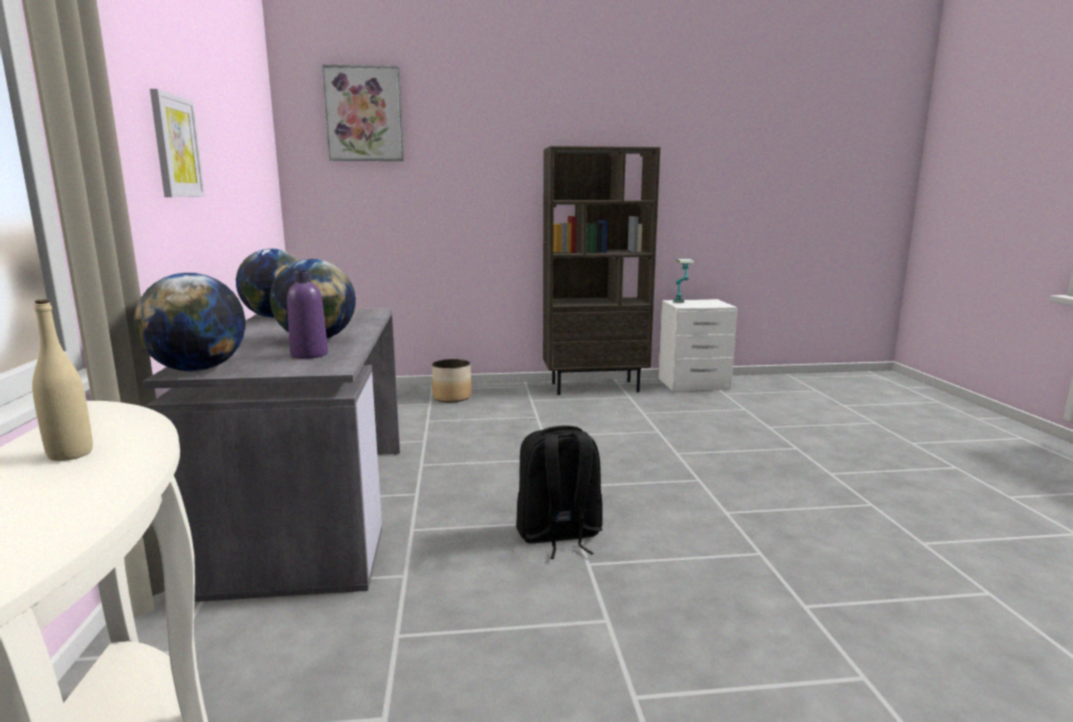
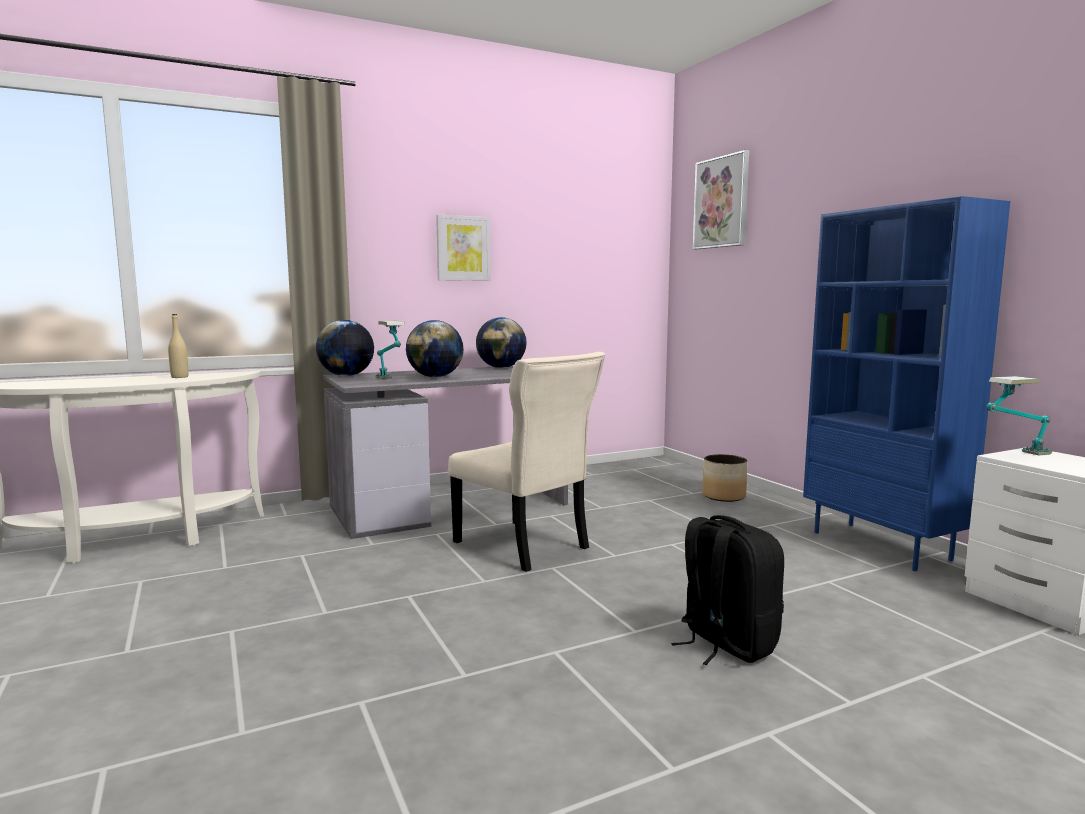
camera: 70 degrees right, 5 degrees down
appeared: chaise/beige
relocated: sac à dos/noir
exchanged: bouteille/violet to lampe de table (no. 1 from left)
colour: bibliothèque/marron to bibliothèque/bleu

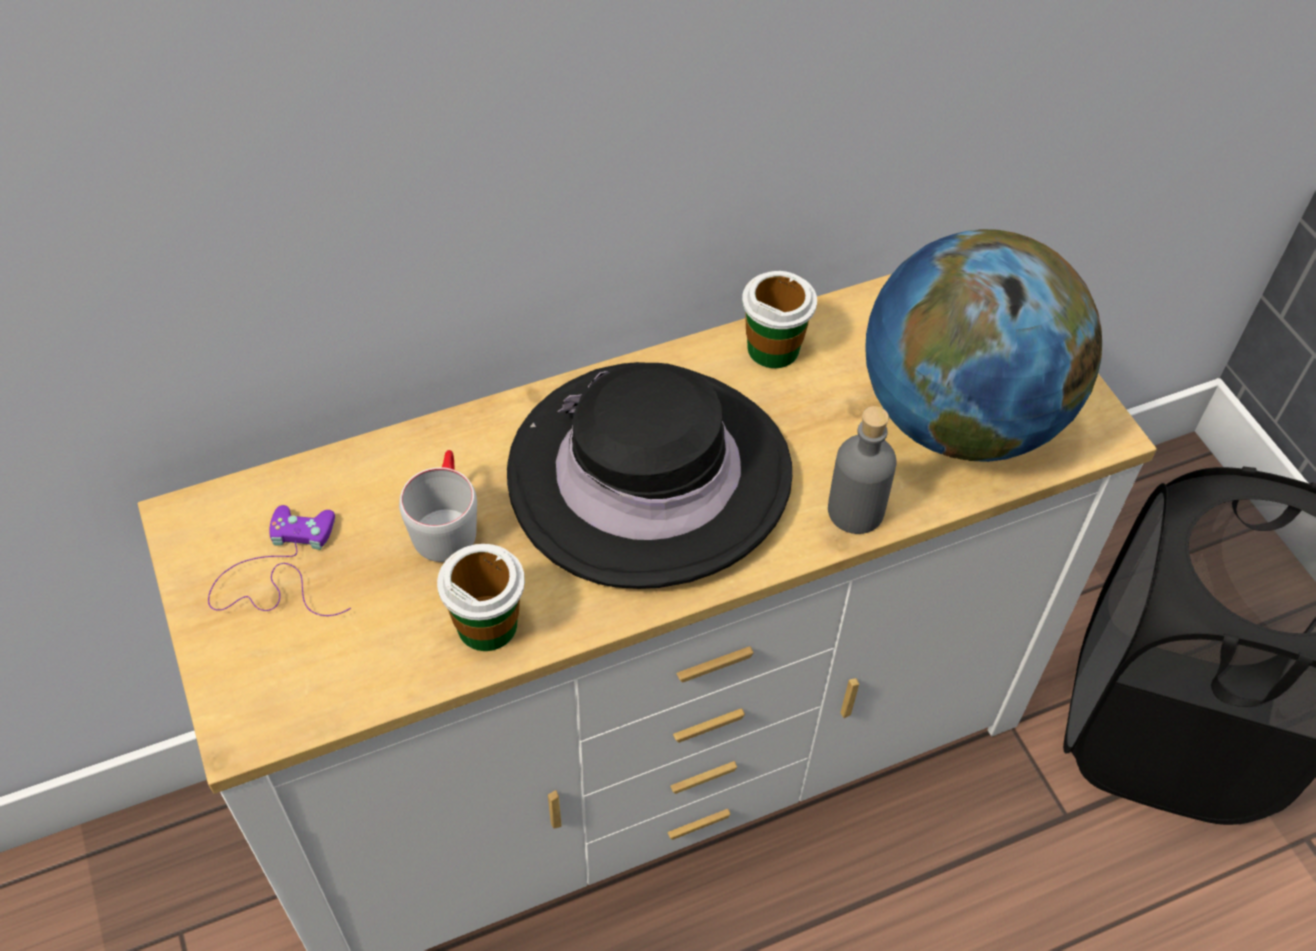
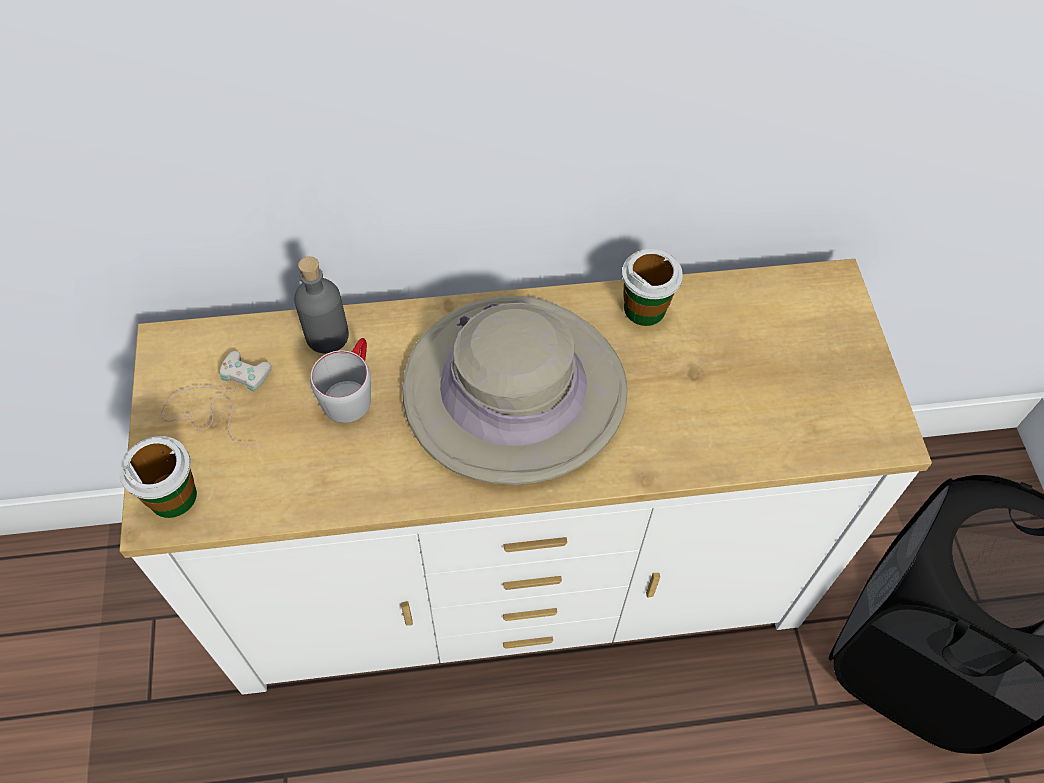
camera: 15 degrees right, 5 degrees up
missing: globe
relocated: bouteille/gris; tasse (no. 1 from left)
colour: chapeau/noir to chapeau/beige; manette/violet to manette/blanc

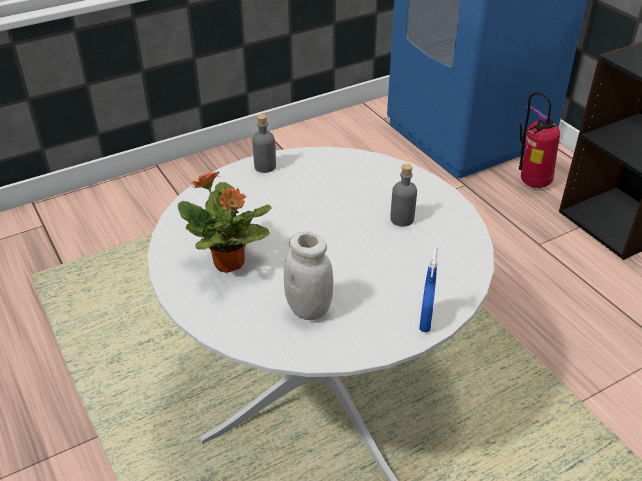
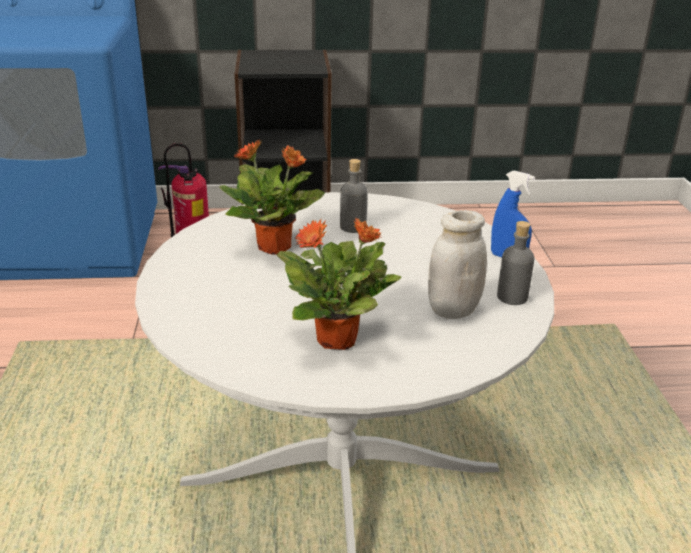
camera: 65 degrees left, 10 degrees down
appeared: plante en pot (no. 1 from left)
relocated: bouteille/gris (no. 1 from left in the first image) to bouteille/gris (no. 2 from left)

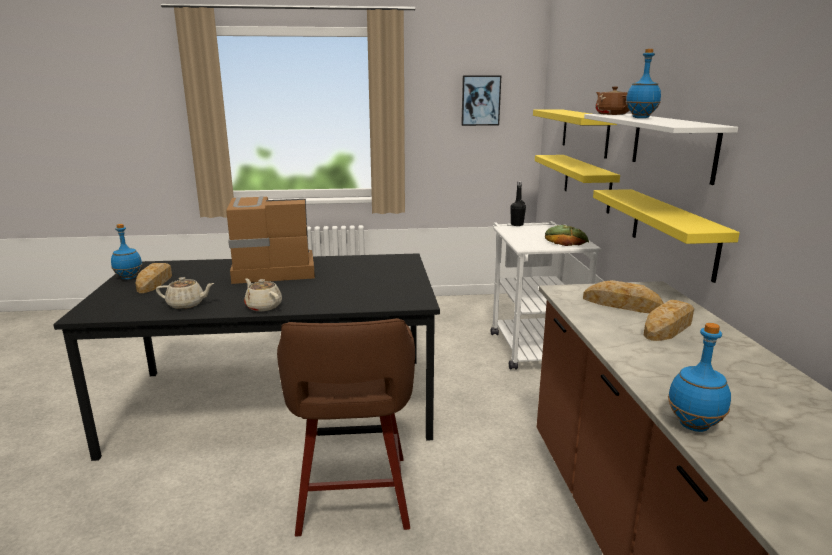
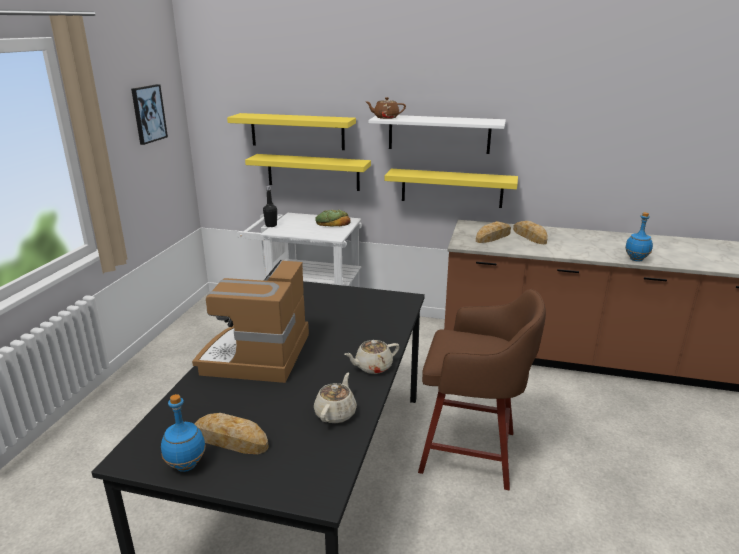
camera: 70 degrees left, 5 degrees up
missing: bouteille/bleu (no. 2 from left)

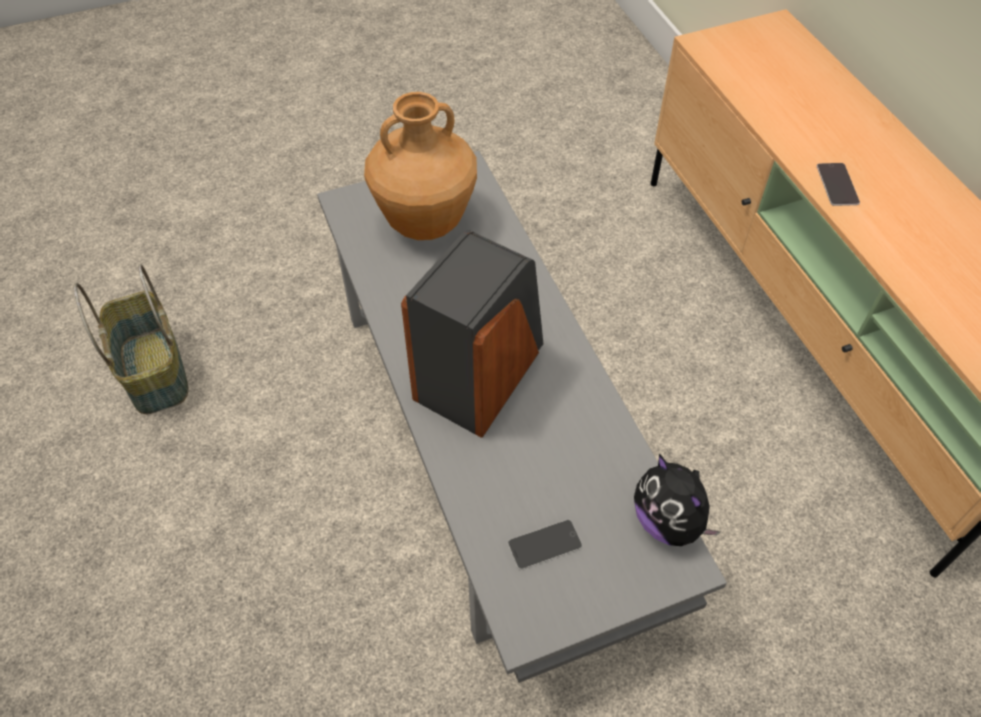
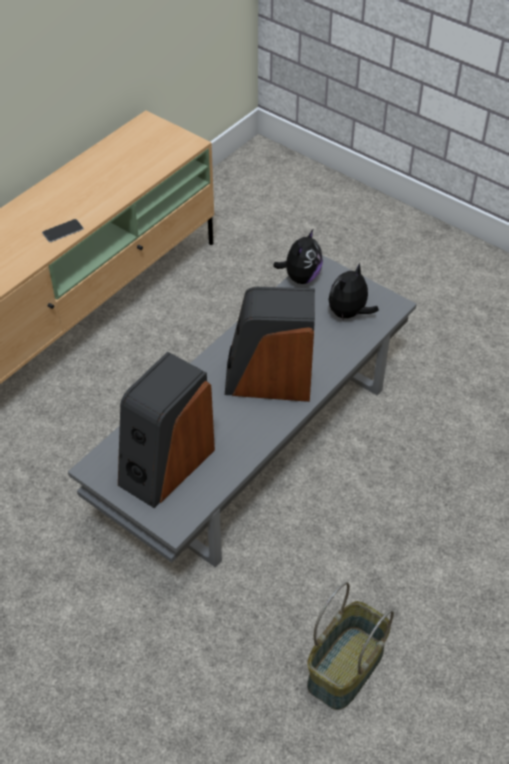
camera: 120 degrees left, 5 degrees down
exchanged: vase/marron to enceinte (no. 1 from left); téléphone (no. 1 from left) to peluche (no. 2 from left)

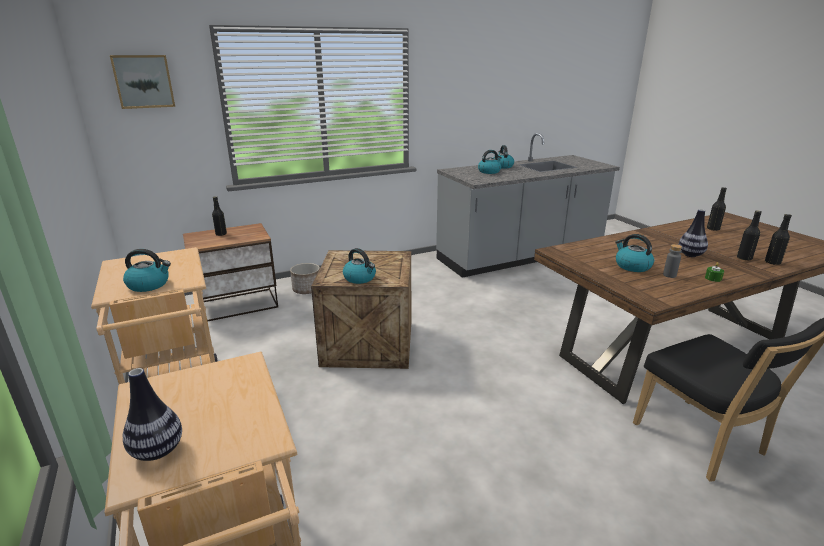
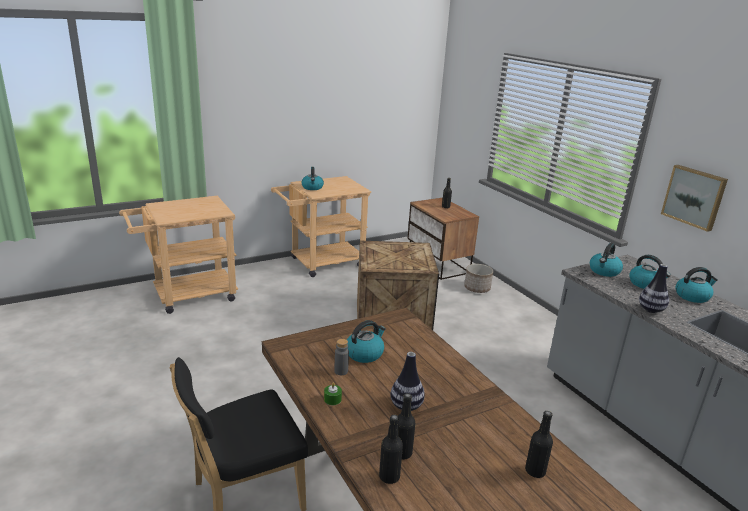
camera: 85 degrees right, 0 degrees up
relocated: tableau; bouilloire (no. 2 from left in the first image) to bouilloire (no. 3 from left); vase (no. 1 from left in the first image) to vase (no. 2 from left)

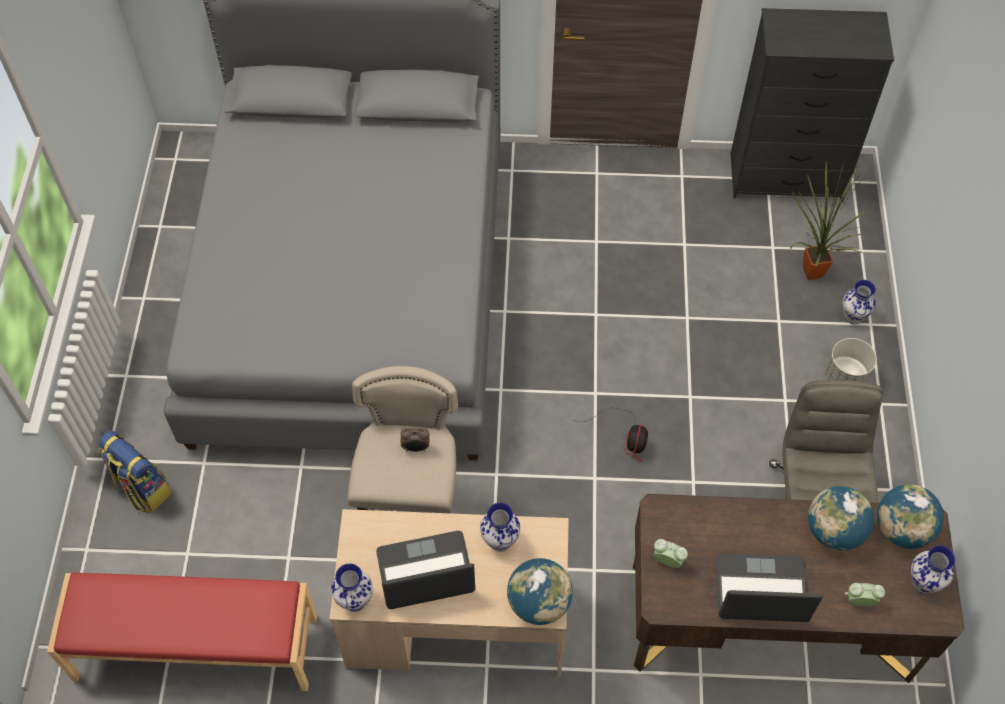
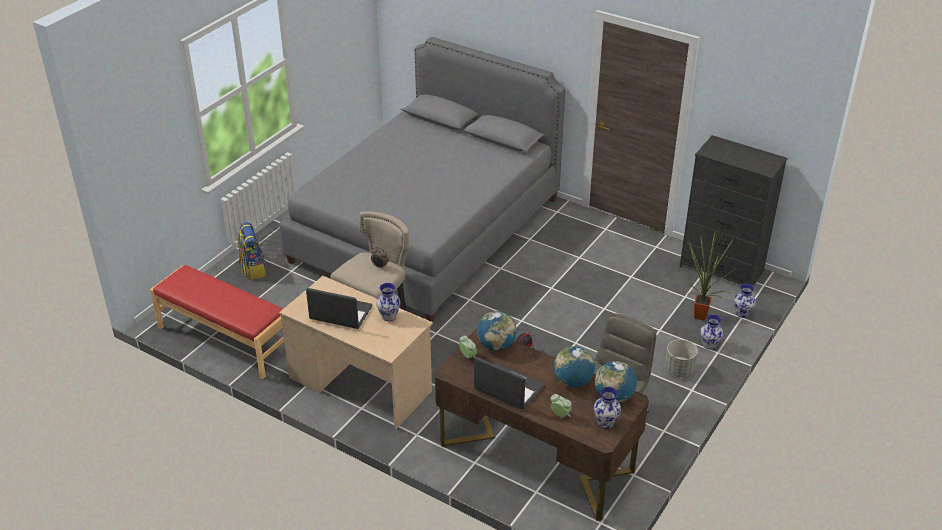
camera: 30 degrees right, 20 degrees down
relocated: globe (no. 1 from left); vase (no. 1 from left in the first image) to vase (no. 4 from left)

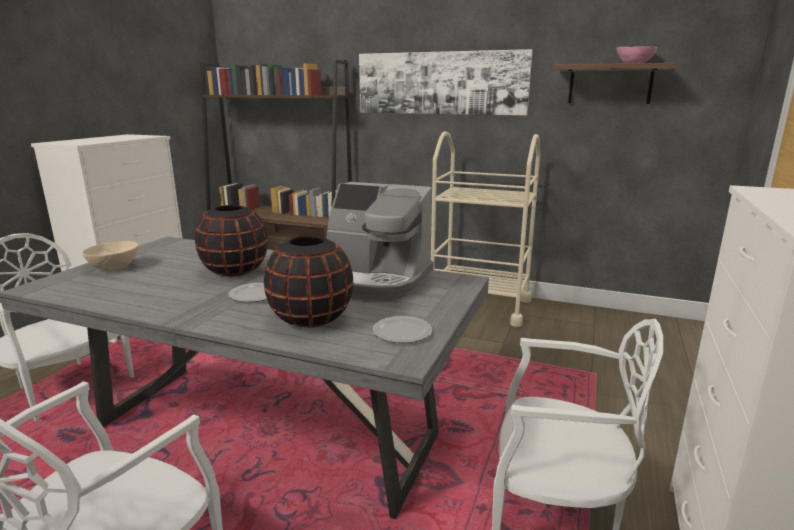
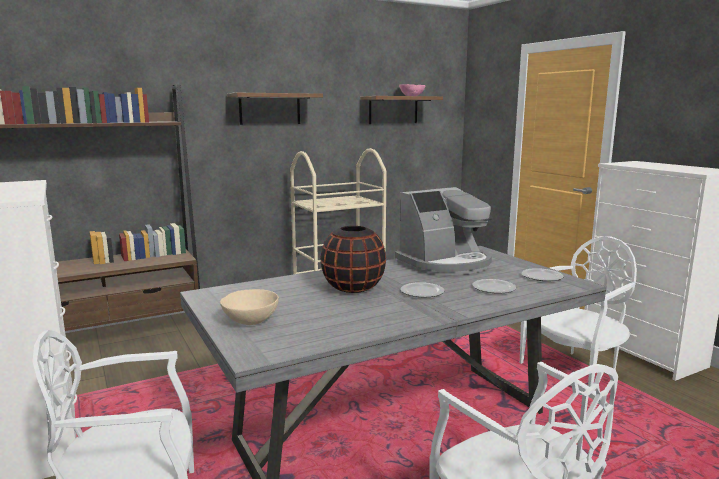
camera: 50 degrees left, 5 degrees down
exchanged: tableau to étagère (no. 1 from left); vase/noir (no. 2 from left) to assiette (no. 2 from left)

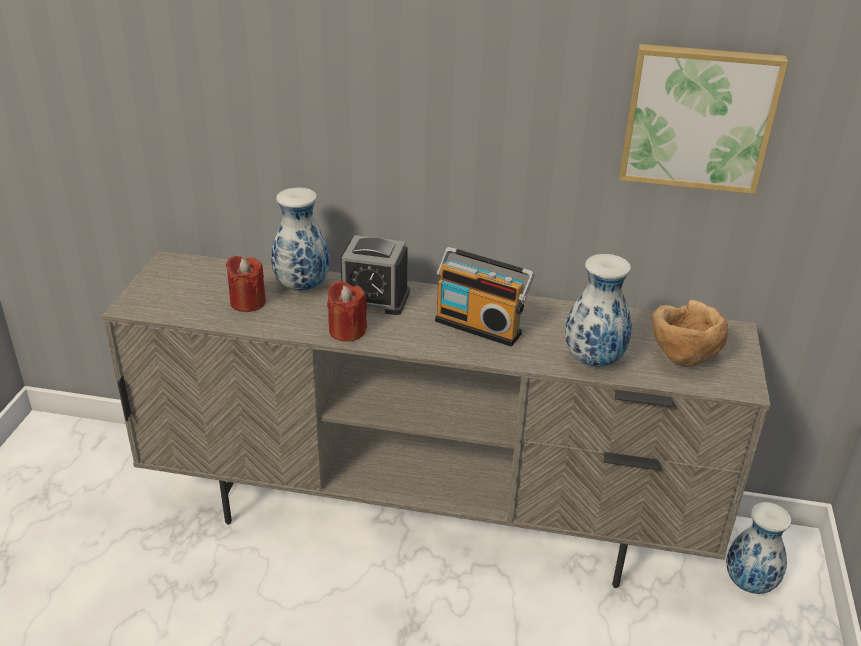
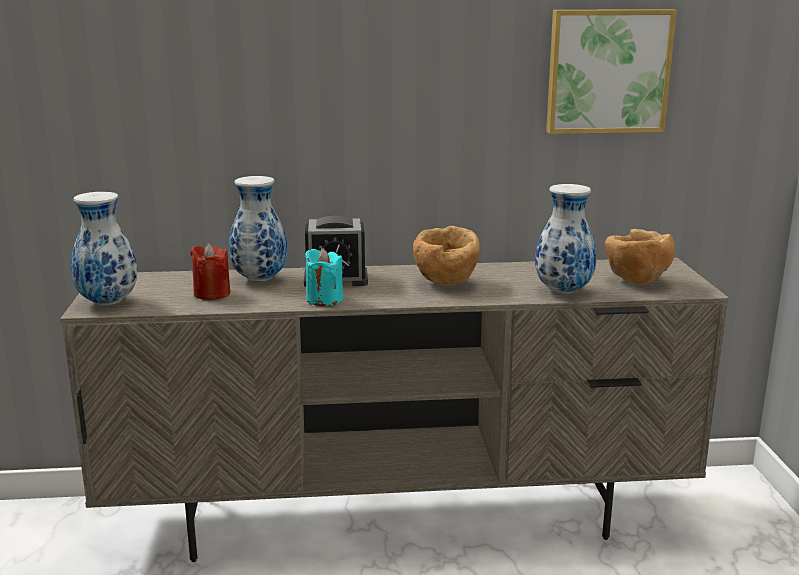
camera: 15 degrees left, 15 degrees down
relocated: vase (no. 3 from left in the first image) to vase (no. 1 from left)
exchanged: radio to bol/marron (no. 1 from left)
colour: bougie/rouge (no. 2 from left) to bougie/turquoise

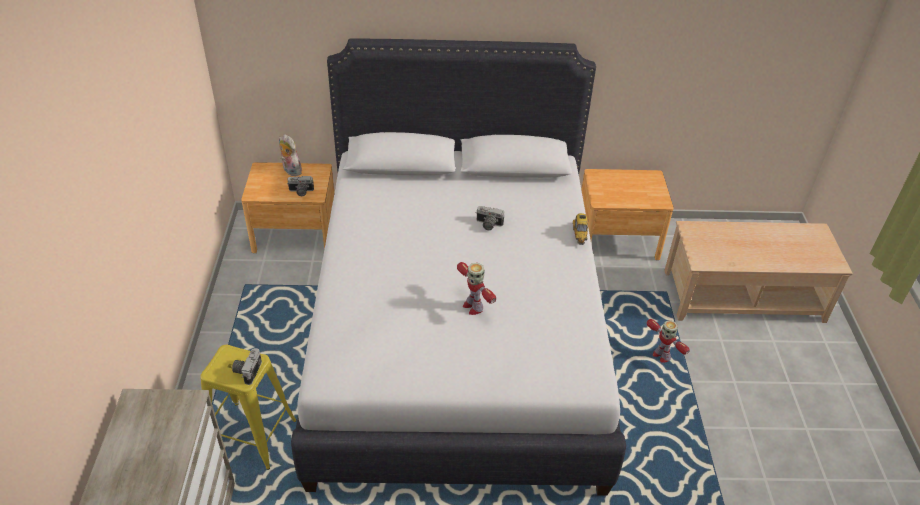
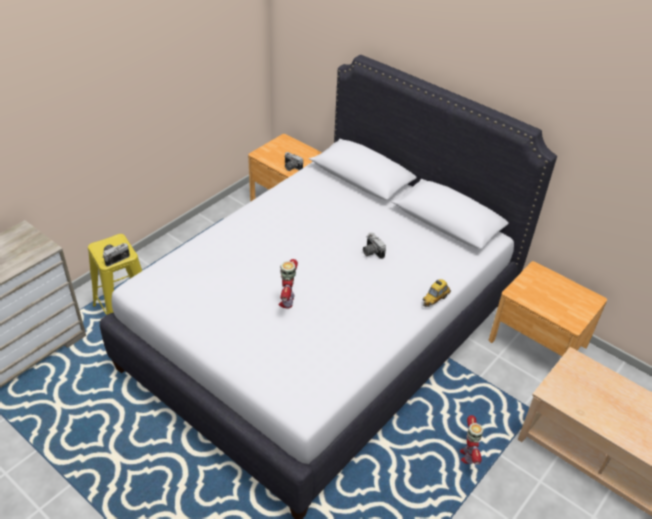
camera: 40 degrees right, 0 degrees up
missing: peluche

